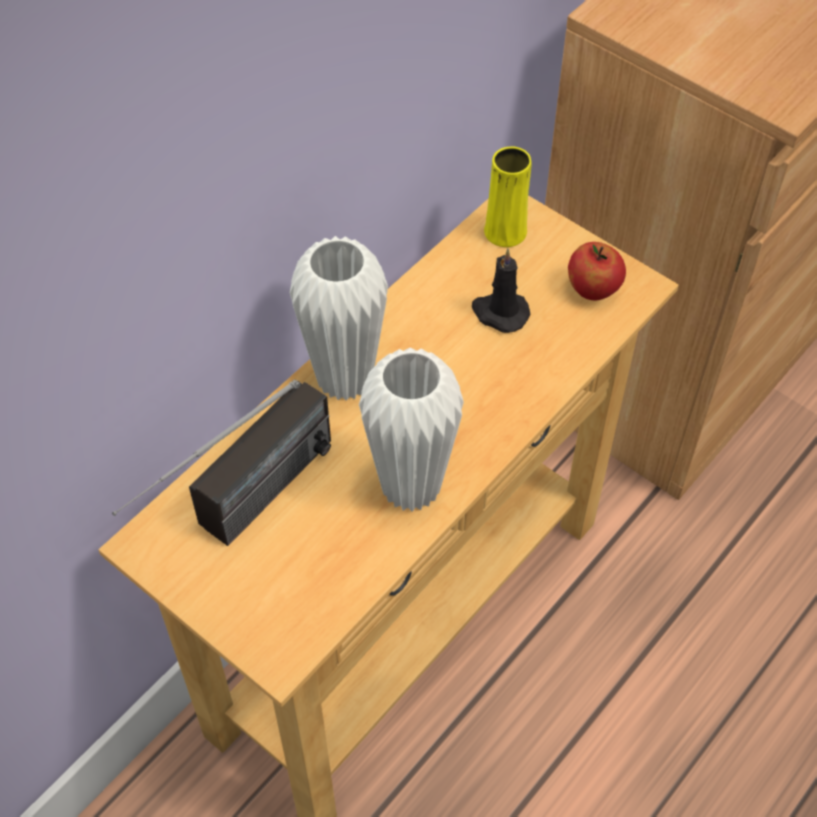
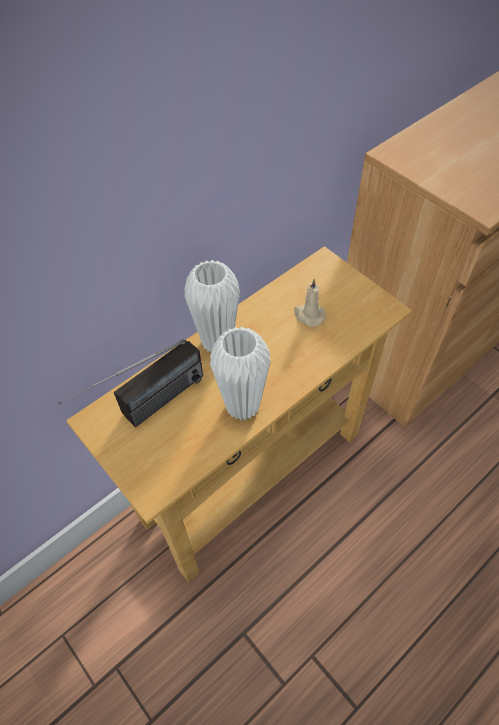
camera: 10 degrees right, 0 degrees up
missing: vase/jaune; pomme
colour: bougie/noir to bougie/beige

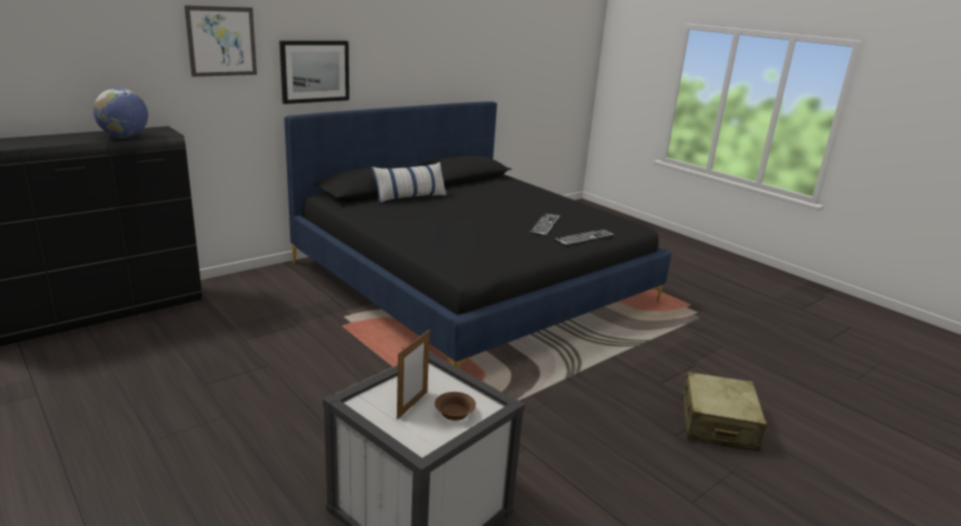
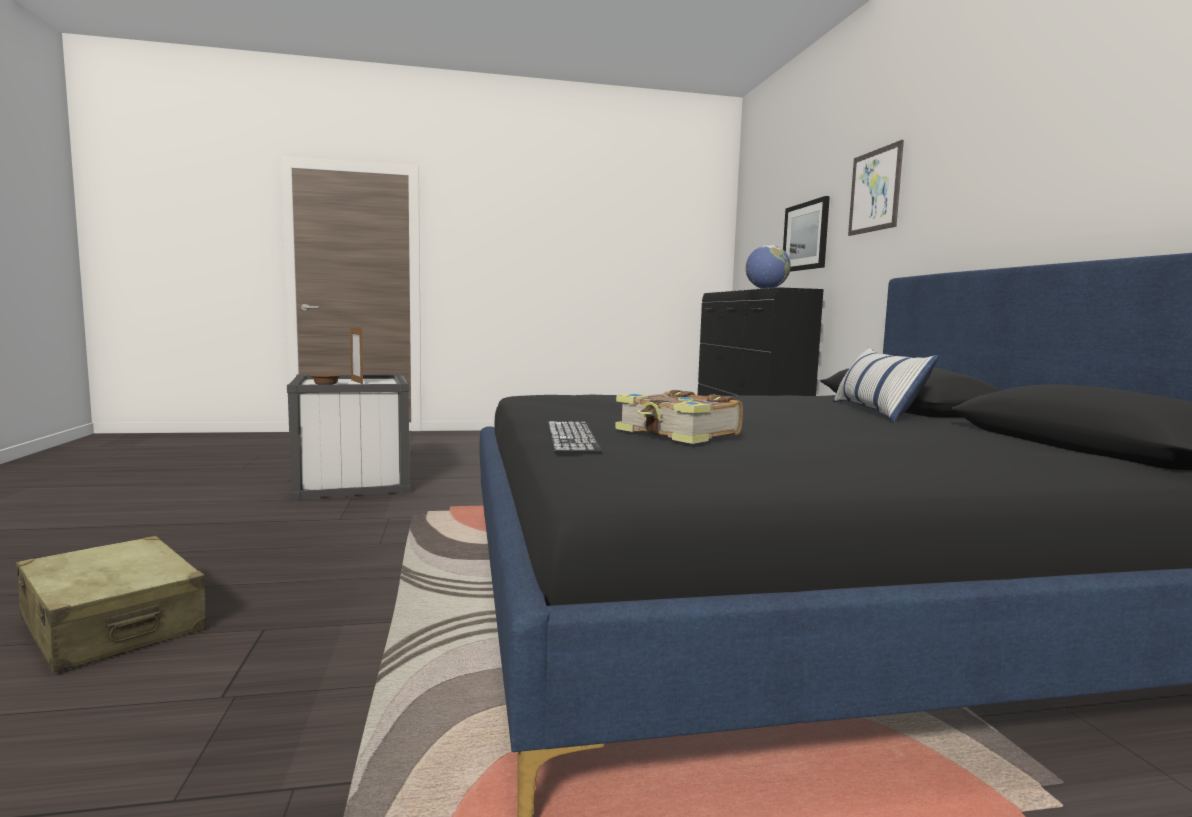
camera: 120 degrees right, 15 degrees down
relocated: tableau (no. 2 from left in the first image) to tableau (no. 1 from left)
exchanged: clavier (no. 1 from left) to livre

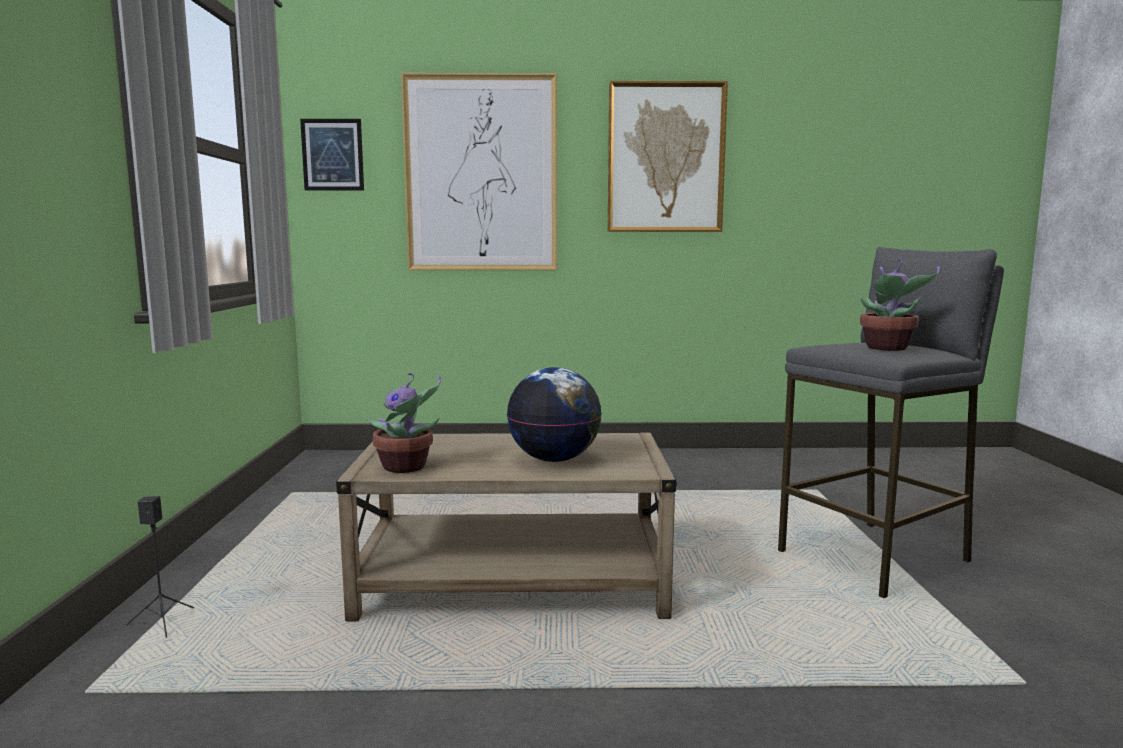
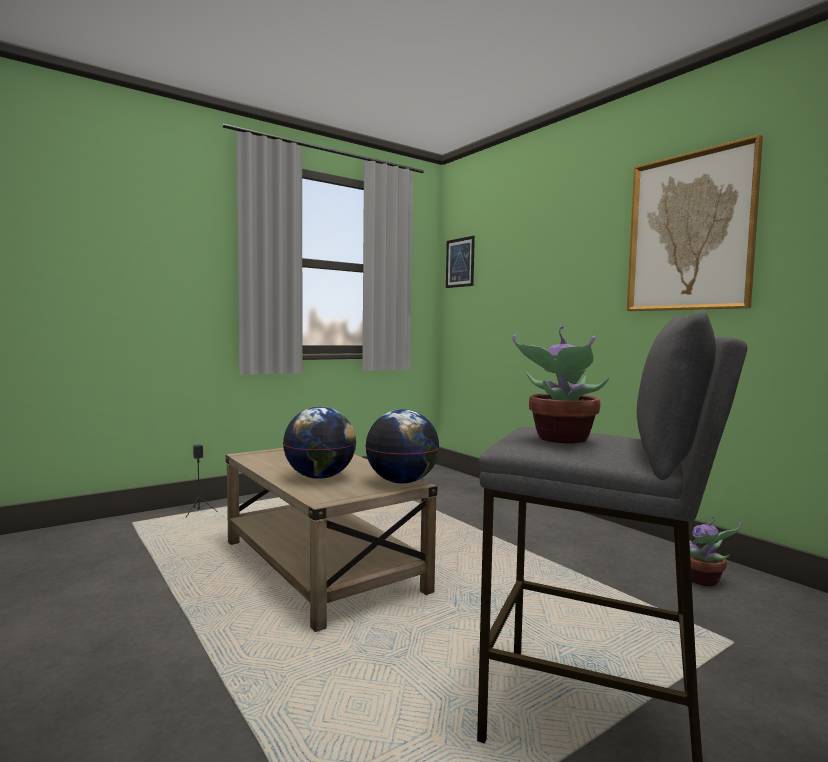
camera: 55 degrees right, 5 degrees down
missing: tableau (no. 2 from left)
appeared: globe (no. 2 from left)
relocated: plante en pot (no. 1 from left in the first image) to plante en pot (no. 2 from left)

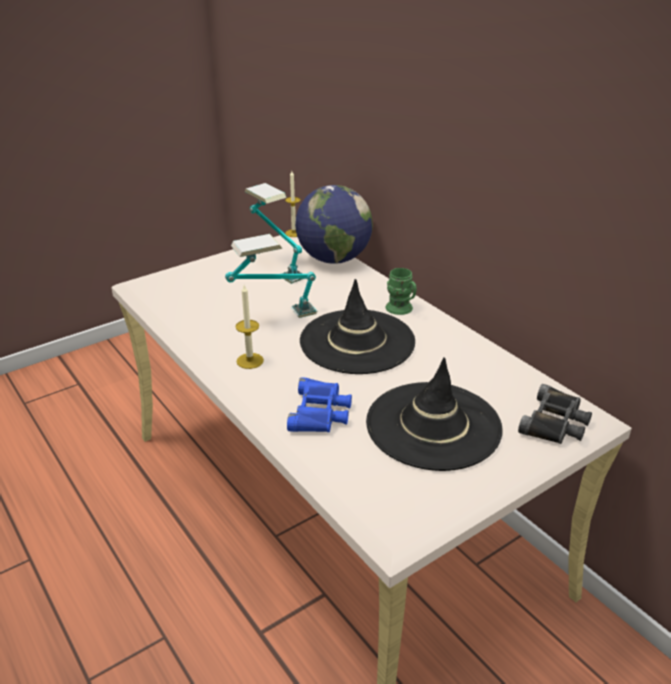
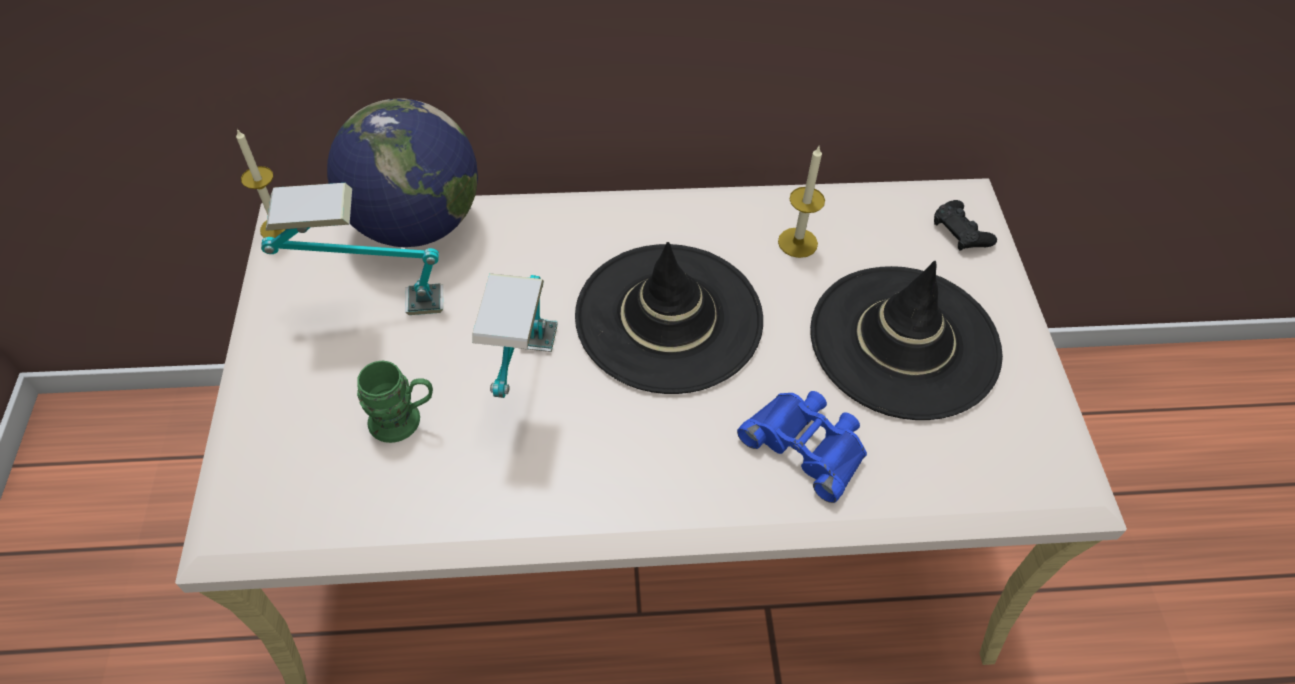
camera: 60 degrees left, 20 degrees up
relocated: mug/vert; bougie (no. 1 from left in the first image) to bougie (no. 2 from left)
exchanged: jumelles/noir to manette/noir

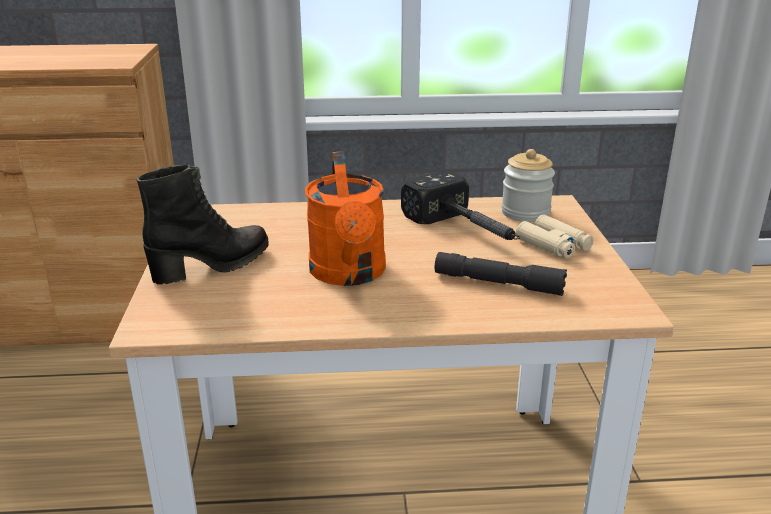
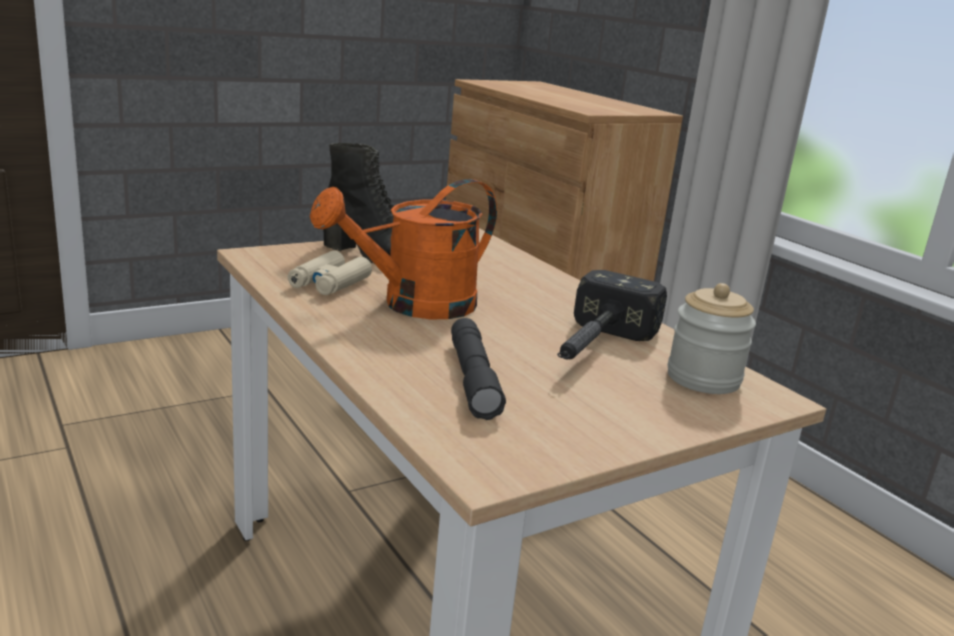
camera: 60 degrees right, 5 degrees down
relocated: jumelles/beige

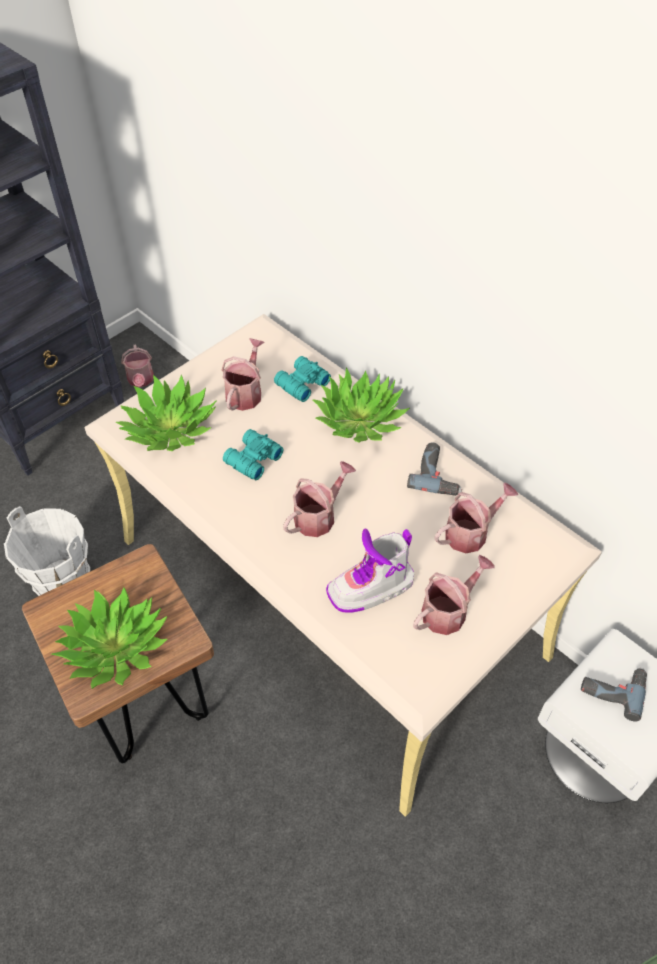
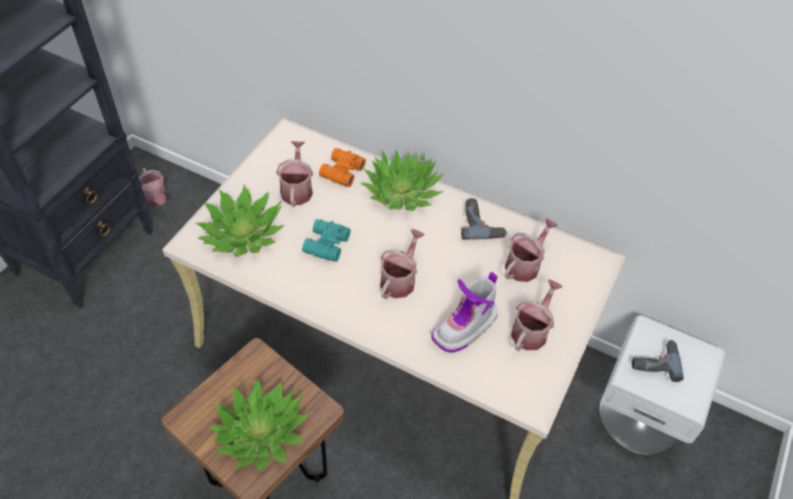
camera: 20 degrees left, 0 degrees up
missing: seau/blanc
colour: jumelles/turquoise (no. 2 from left) to jumelles/orange

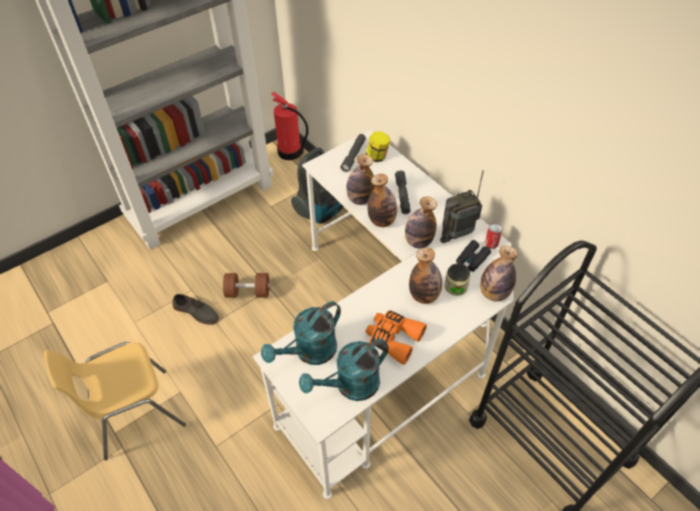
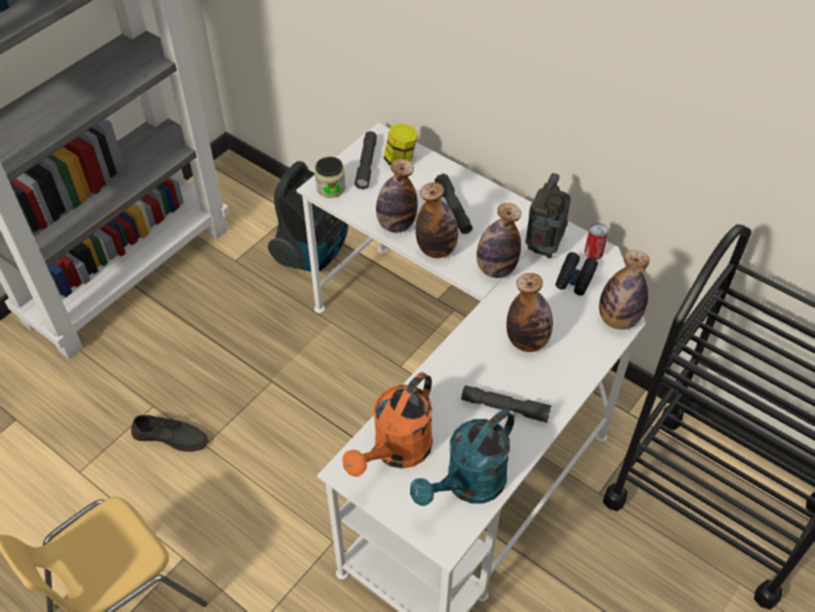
camera: 15 degrees left, 0 degrees up
missing: extincteur; haltère/marron
relocated: bocal (no. 2 from left in the first image) to bocal (no. 1 from left)
exchanged: jumelles/orange to lampe de poche/gris (no. 3 from left)
colour: arrosoir/turquoise (no. 1 from left) to arrosoir/orange
spun: radio 150 degrees clockwise

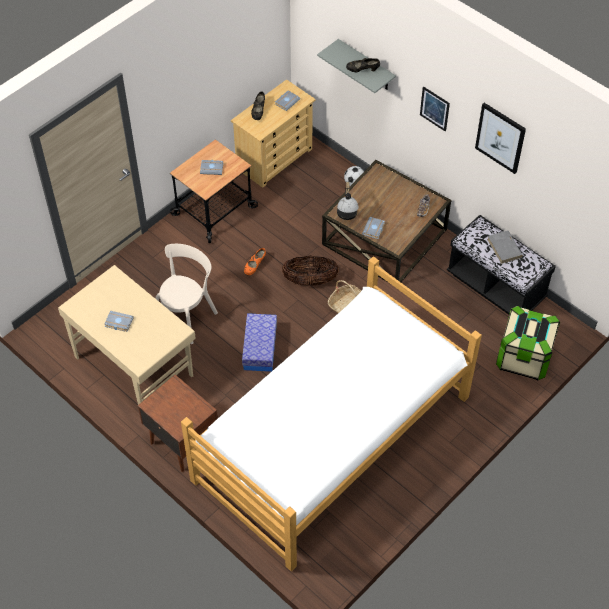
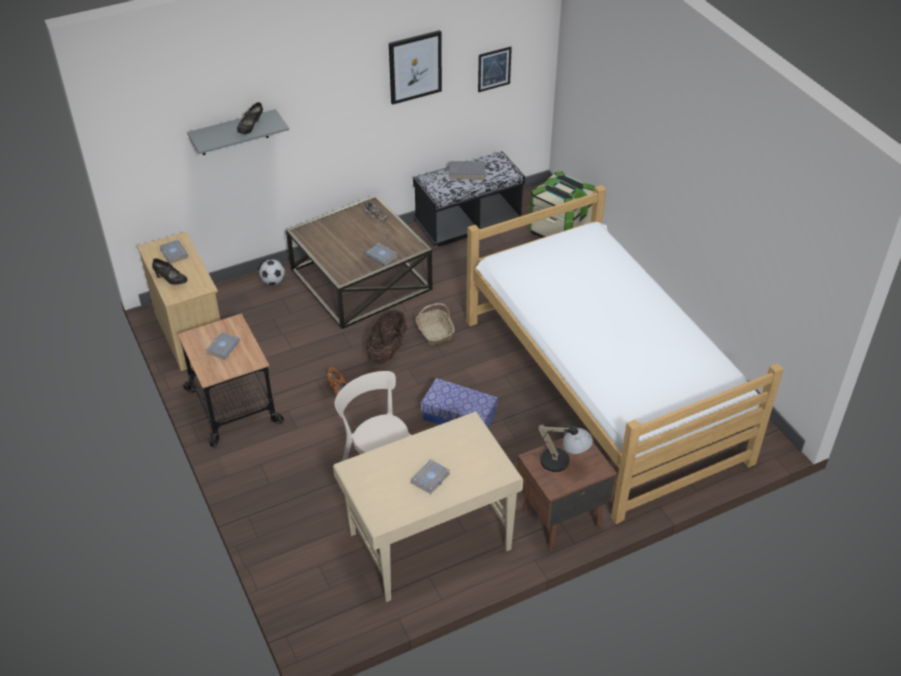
camera: 70 degrees left, 10 degrees down
relocated: tableau (no. 1 from left in the first image) to tableau (no. 2 from left); lampe de table

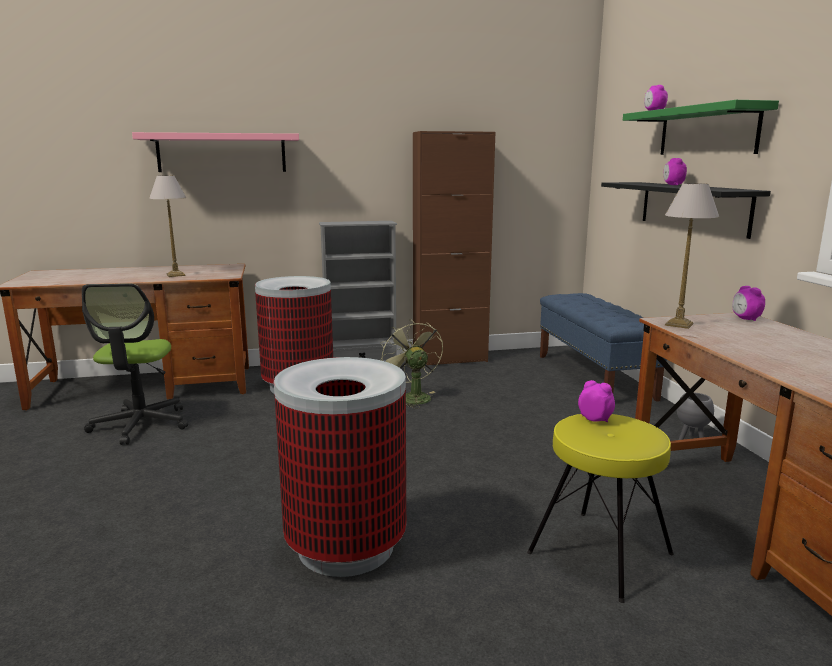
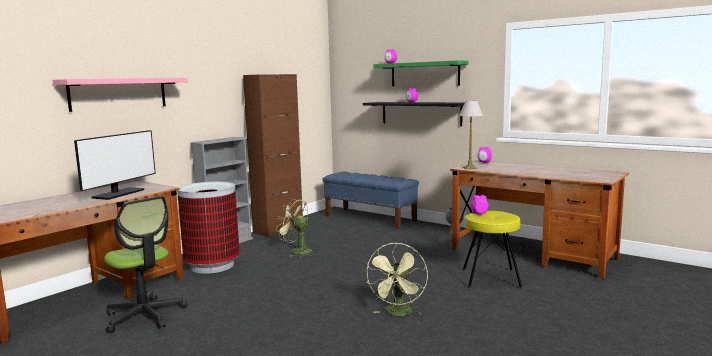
camera: 40 degrees left, 5 degrees down
exchanged: lampe de table (no. 1 from left) to écran d'ordinateur; poubelle (no. 2 from left) to ventilateur/vert (no. 2 from left)

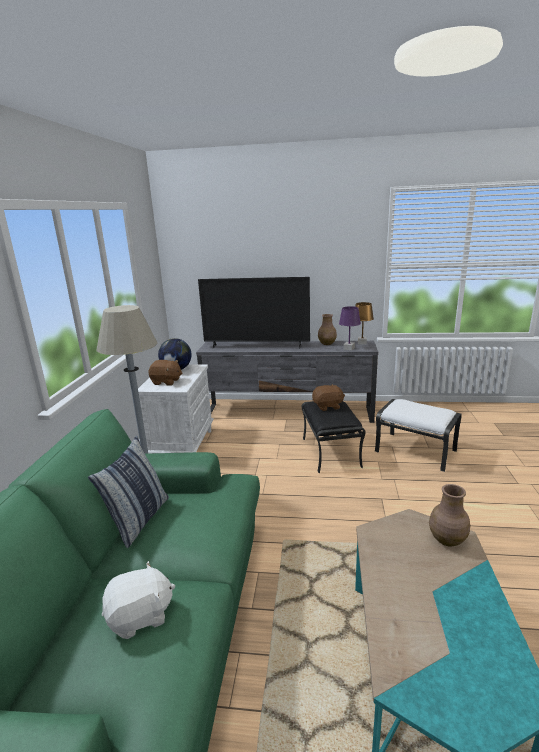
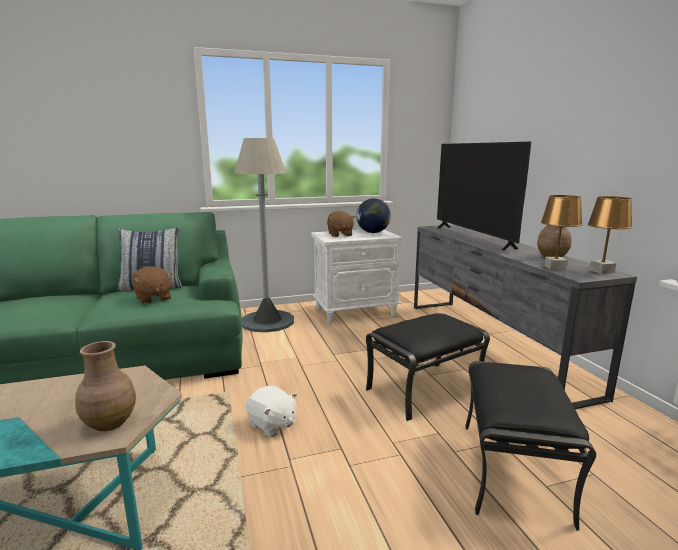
camera: 65 degrees right, 5 degrees down
relocated: peluche/marron (no. 2 from left in the first image) to peluche/marron (no. 1 from left); peluche/blanc
colour: lampe de table/violet to lampe de table/marron (no. 1 from left); pouf/blanc to pouf/noir (no. 2 from left)

